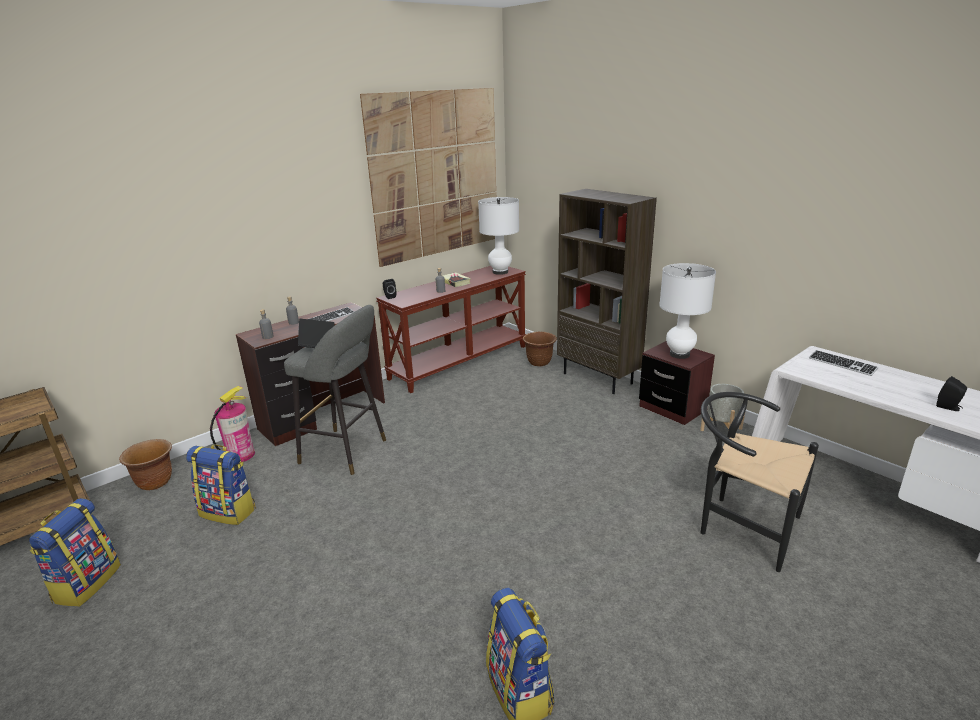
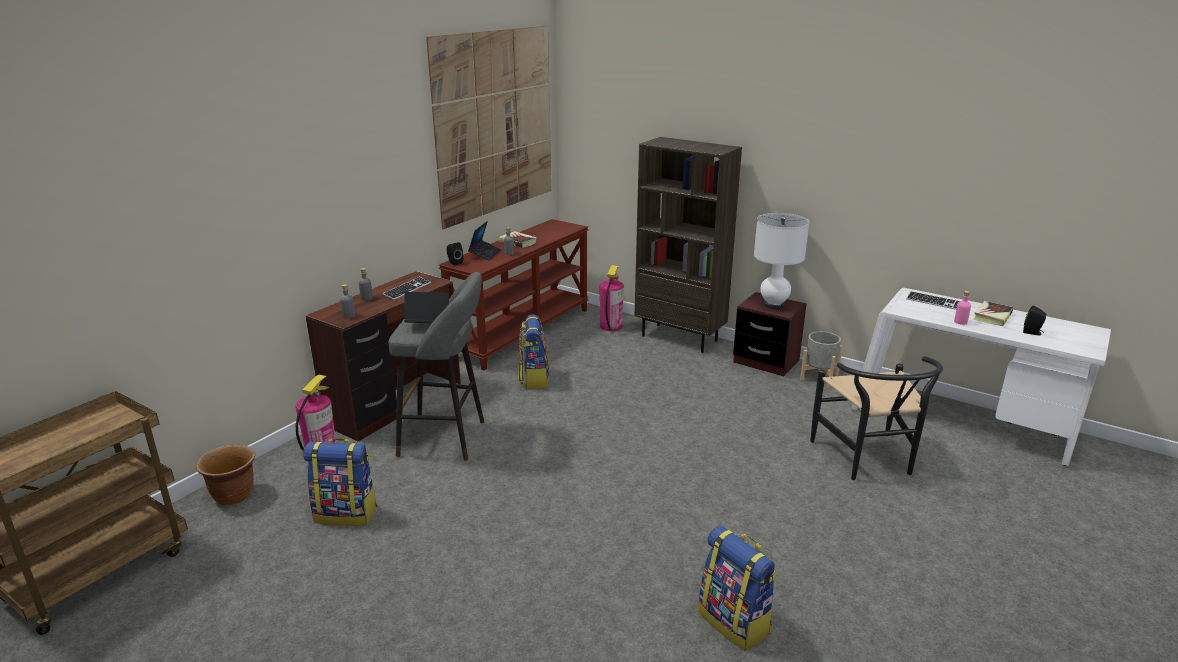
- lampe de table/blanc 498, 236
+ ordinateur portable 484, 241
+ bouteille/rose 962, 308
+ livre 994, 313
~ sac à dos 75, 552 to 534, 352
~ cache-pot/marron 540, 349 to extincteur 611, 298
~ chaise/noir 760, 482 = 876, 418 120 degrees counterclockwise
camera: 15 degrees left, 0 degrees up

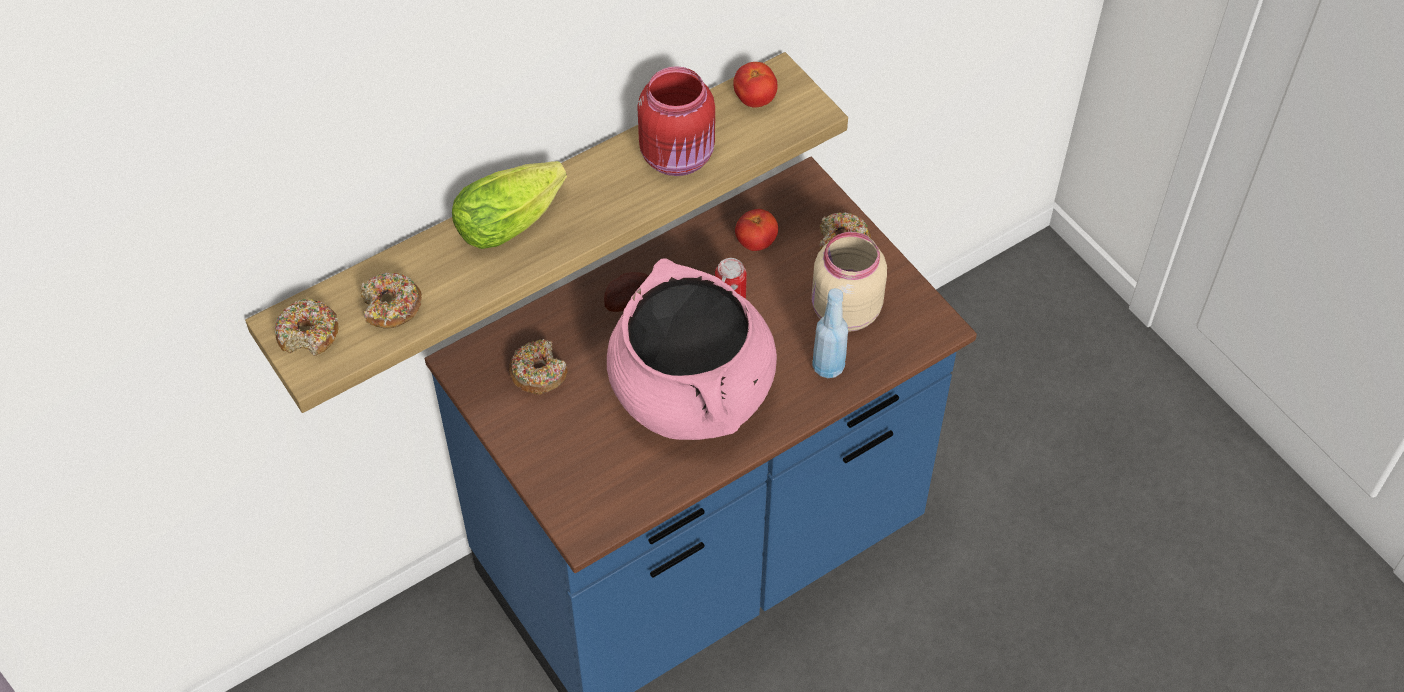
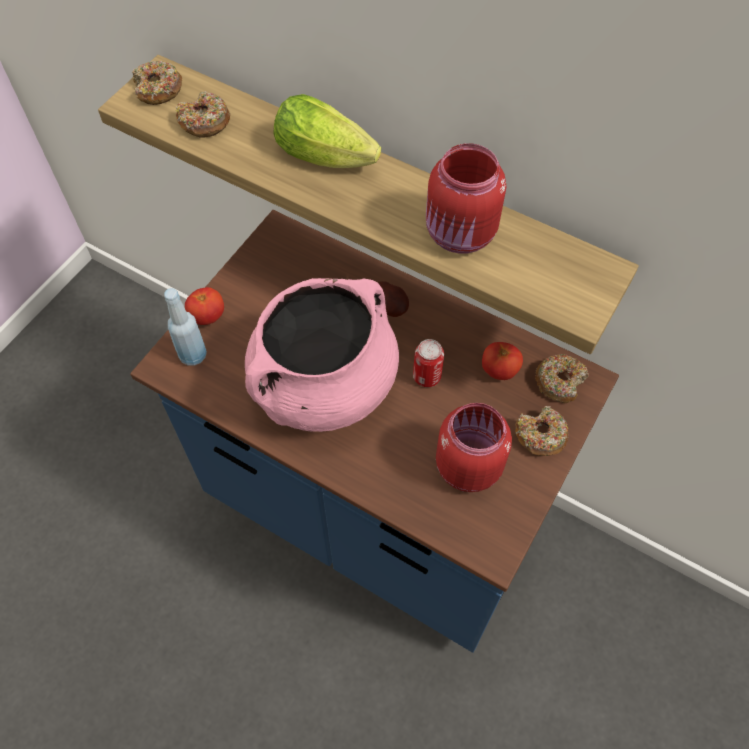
~ beignet 538, 367 to 562, 378
~ tomate 755, 85 to 204, 306
~ bouteille/bleu 830, 333 to 185, 327
~ bocal/beige 849, 282 to bocal/rouge 474, 447
camera: 65 degrees right, 5 degrees up

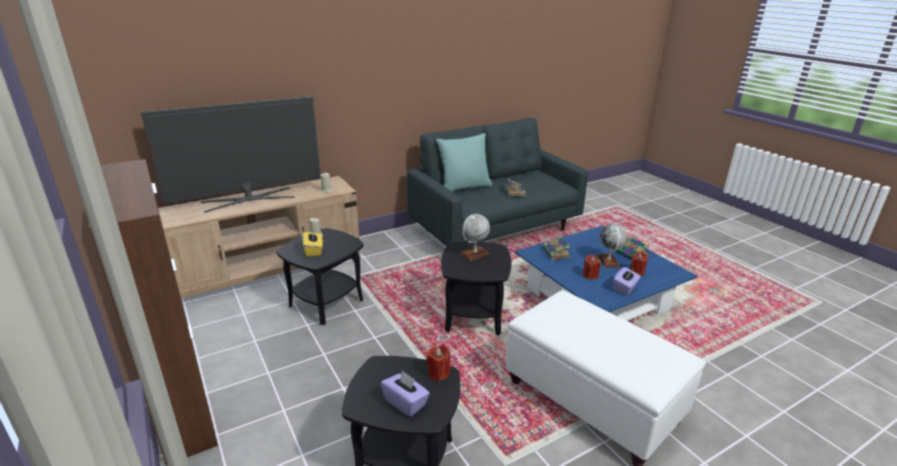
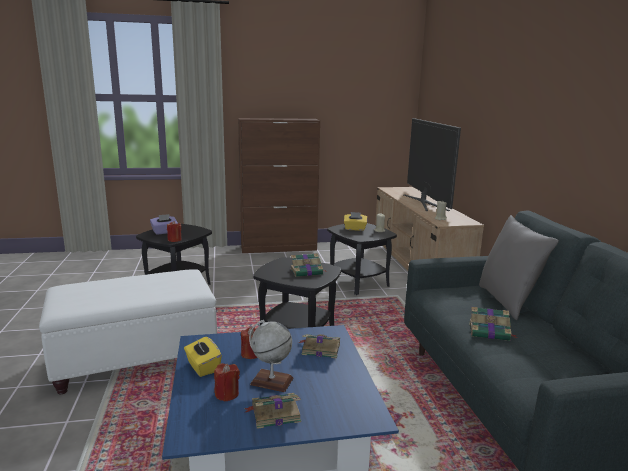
~ globe 475, 238 to livre 308, 265
~ coussin/turquoise 464, 162 to coussin/gris 519, 267
~ boîte à mouchoirs/violet 627, 281 to boîte à mouchoirs/jaune 203, 357
camera: 110 degrees right, 10 degrees down

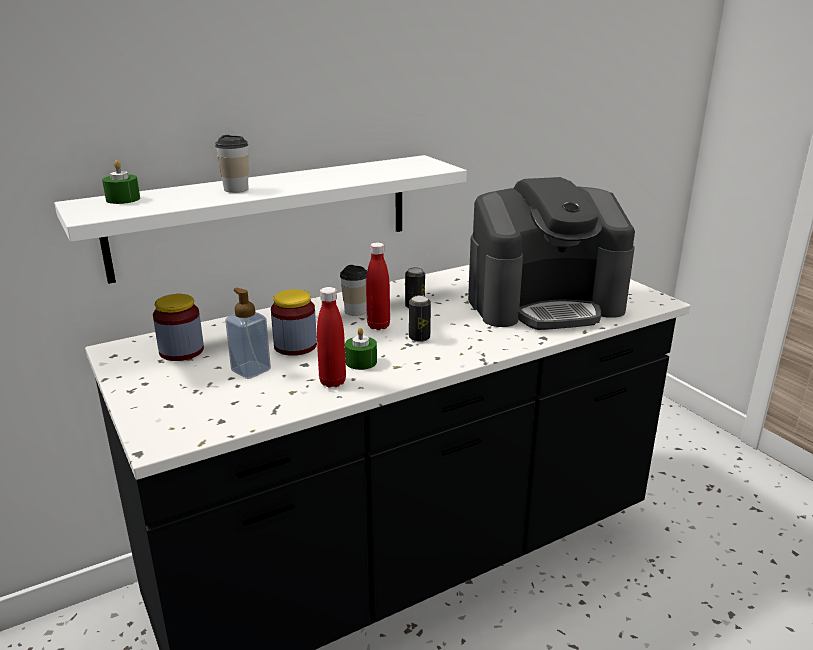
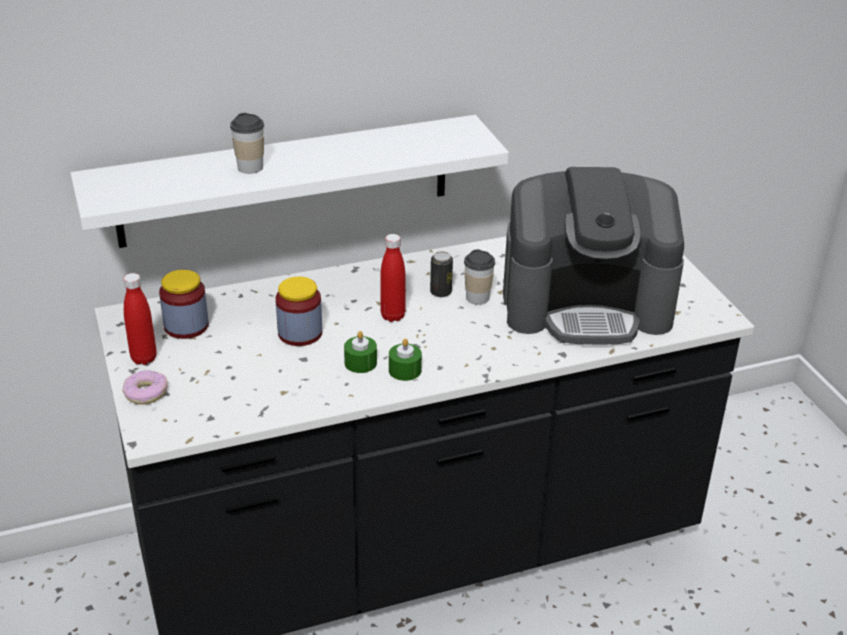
- distributeur de savon 248, 333
- boîte métallique 420, 318
+ beignet 145, 387
~ bougie/vert 121, 182 to 405, 359
~ bouteille/rouge 331, 337 to 140, 319
~ tasse 353, 290 to 479, 277
camera: 10 degrees right, 10 degrees up

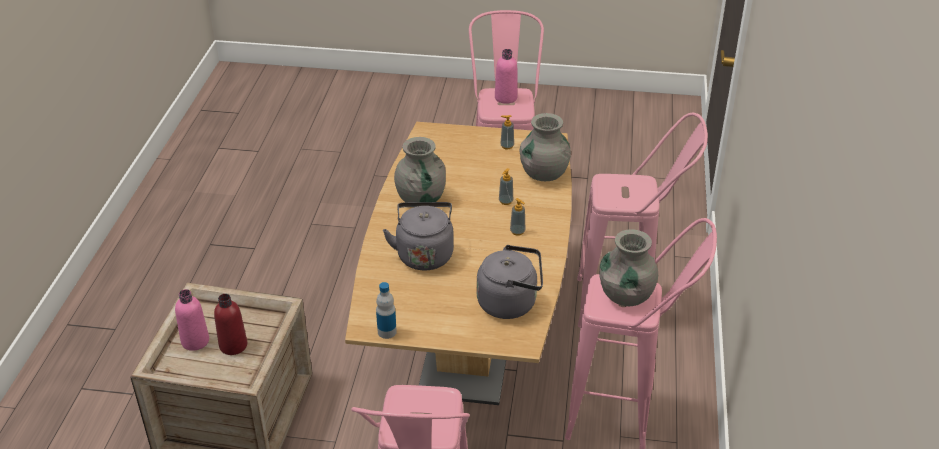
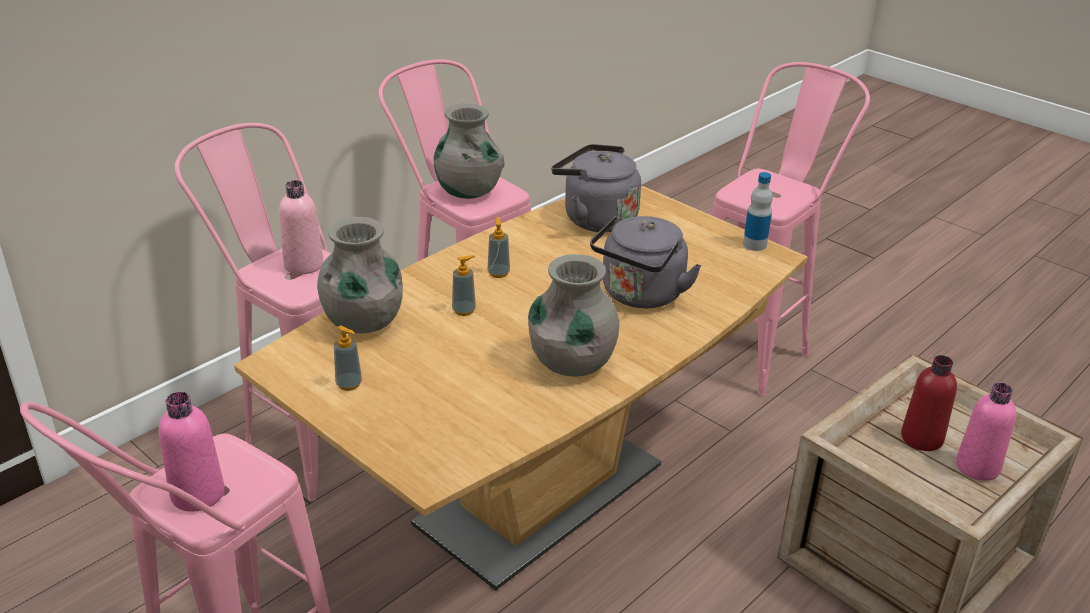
+ bouteille/rose 301, 227
camera: 145 degrees left, 5 degrees down

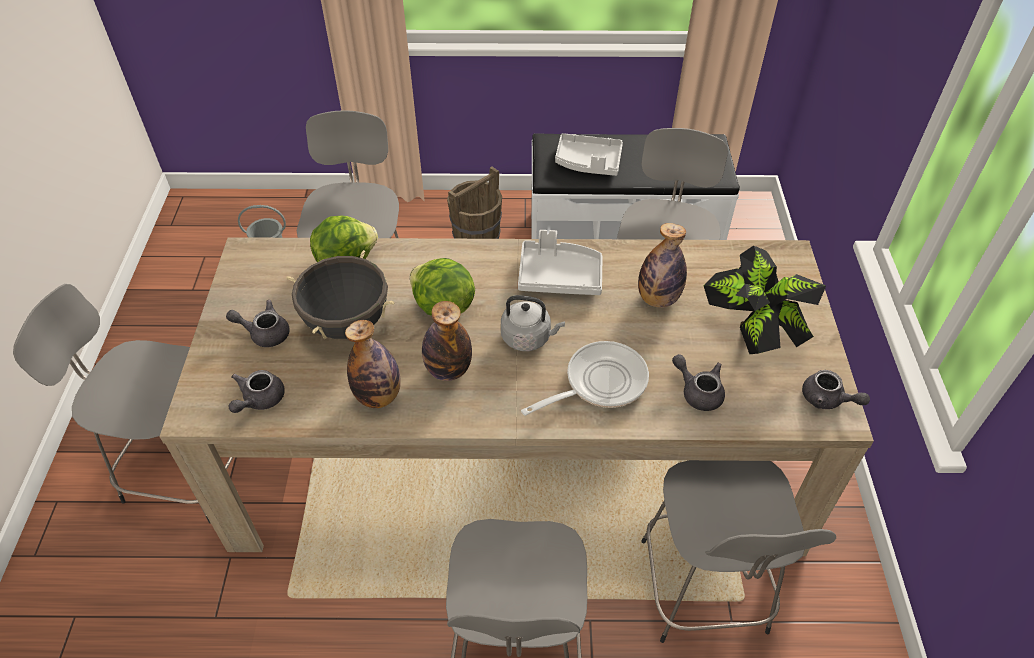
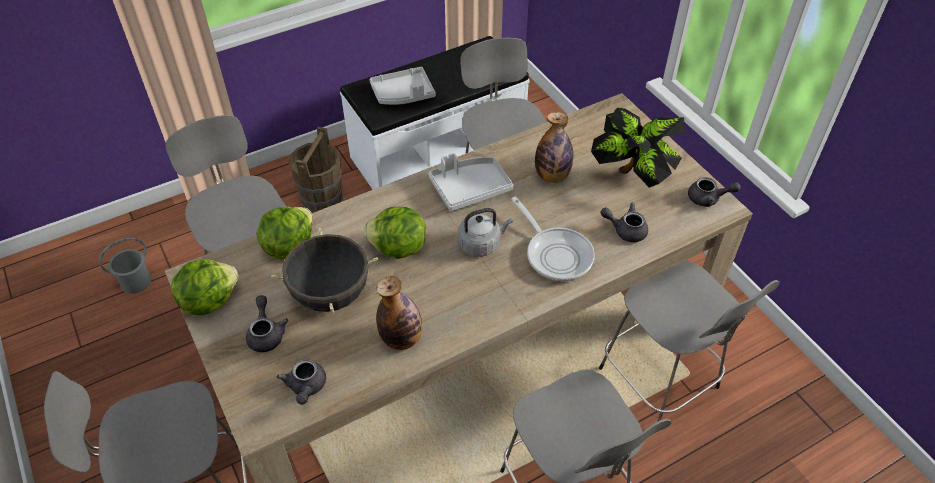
- bouteille 447, 341
+ laitue 205, 287
~ théière/gris 258, 323 = 267, 323 105 degrees clockwise
~ poêle 585, 378 = 553, 239 120 degrees clockwise
camera: 30 degrees left, 0 degrees up

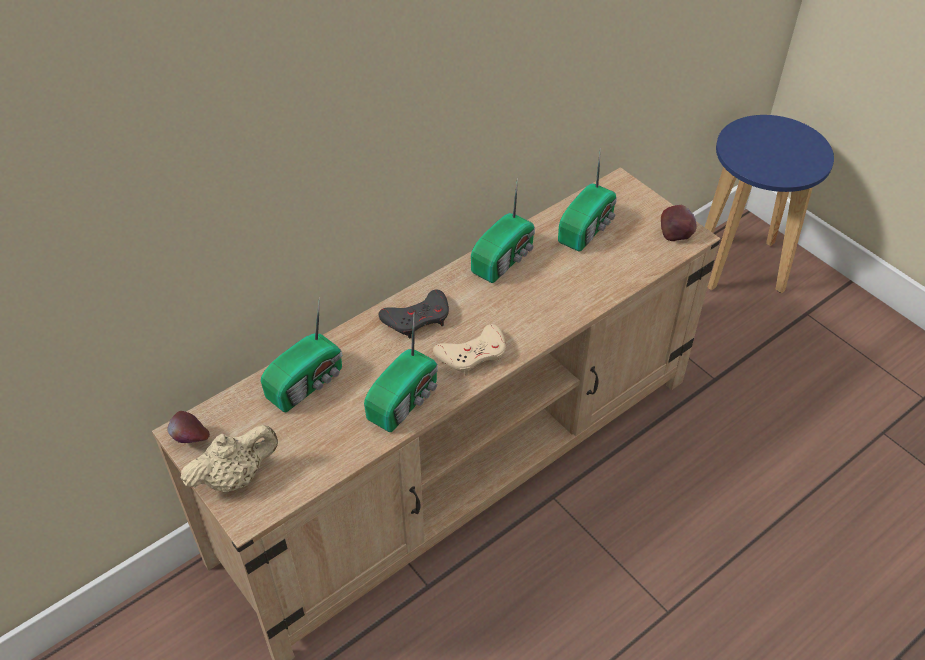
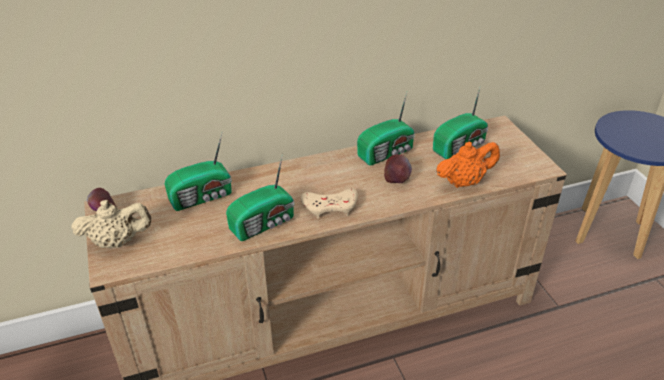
- manette/gris 414, 314
+ théière/orange 468, 165
~ pomme 679, 223 to 398, 168
camera: 20 degrees right, 10 degrees down

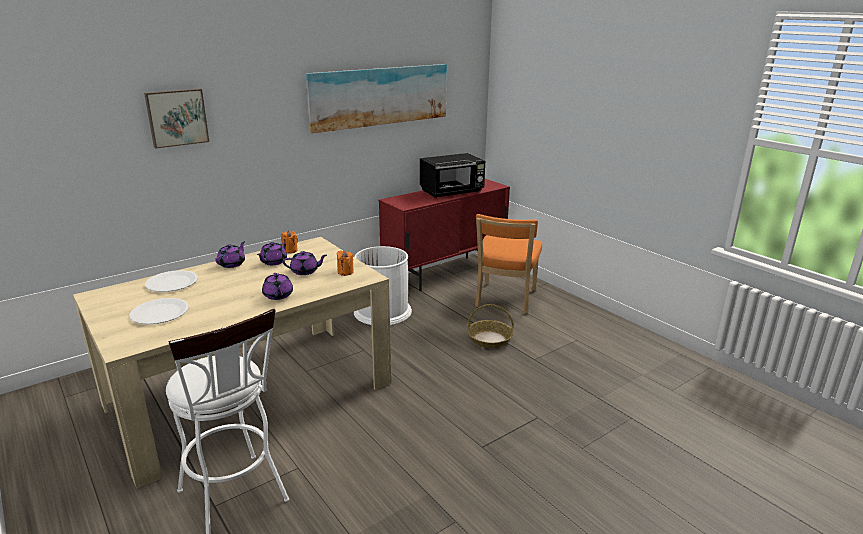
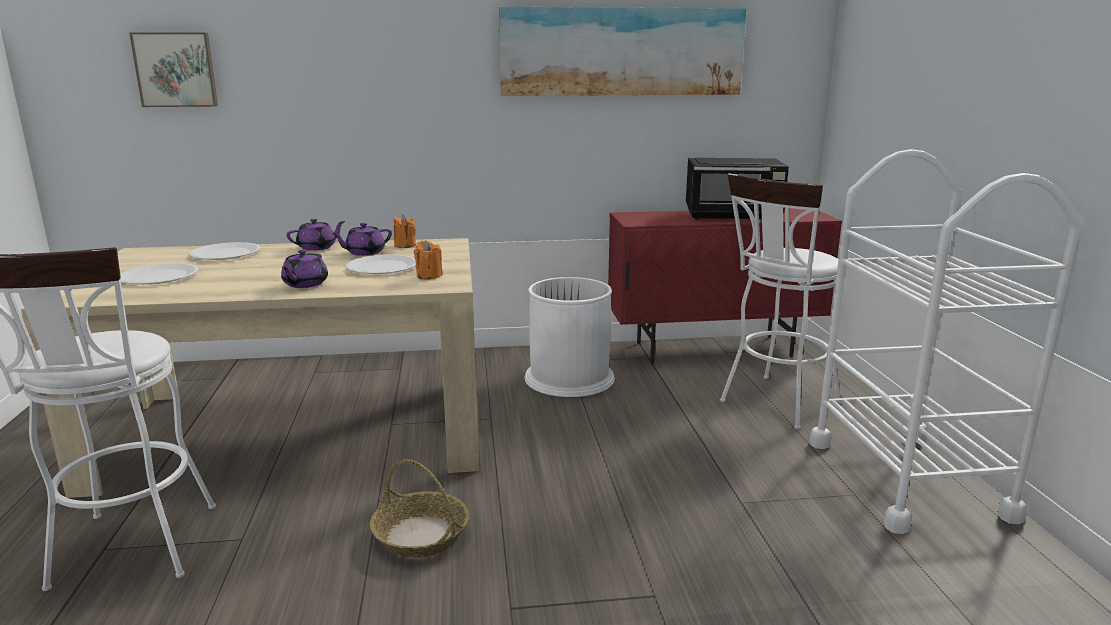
+ chariot/blanc 946, 341
~ tableau 176, 118 to 173, 69
~ panier 490, 326 to 419, 508
~ théière/violet 304, 263 to assiette/blanc 381, 264
~ chaise/orange 508, 264 to tabouret/blanc 780, 301
camera: 30 degrees right, 5 degrees down

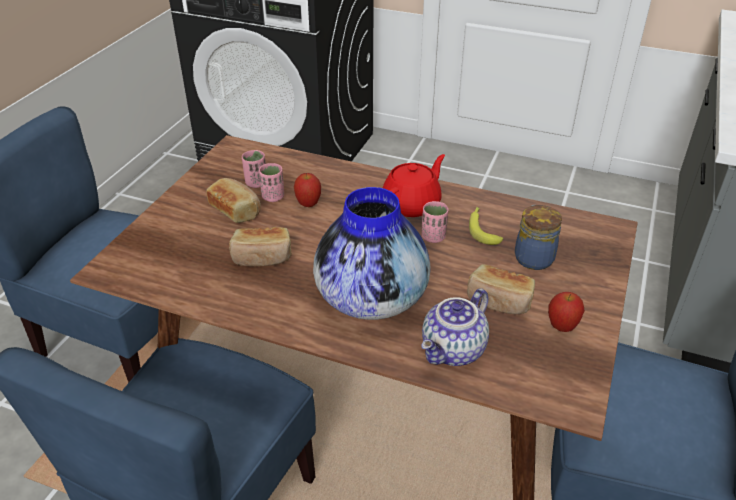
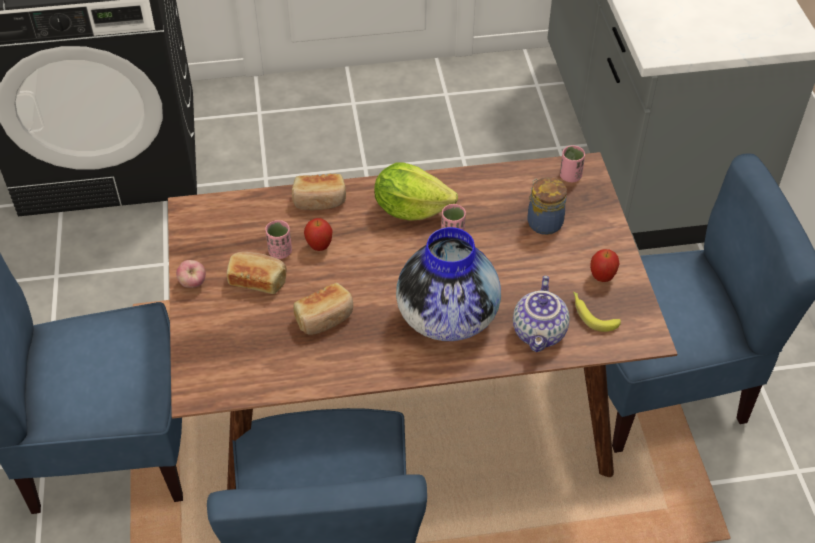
+ pomme 191, 274
~ tasse/rose 254, 169 to 572, 163
~ pain 501, 289 to 319, 192
~ banane 486, 226 to 597, 312
~ théière/rouge 414, 185 to laitue 416, 192
camera: 30 degrees left, 10 degrees up

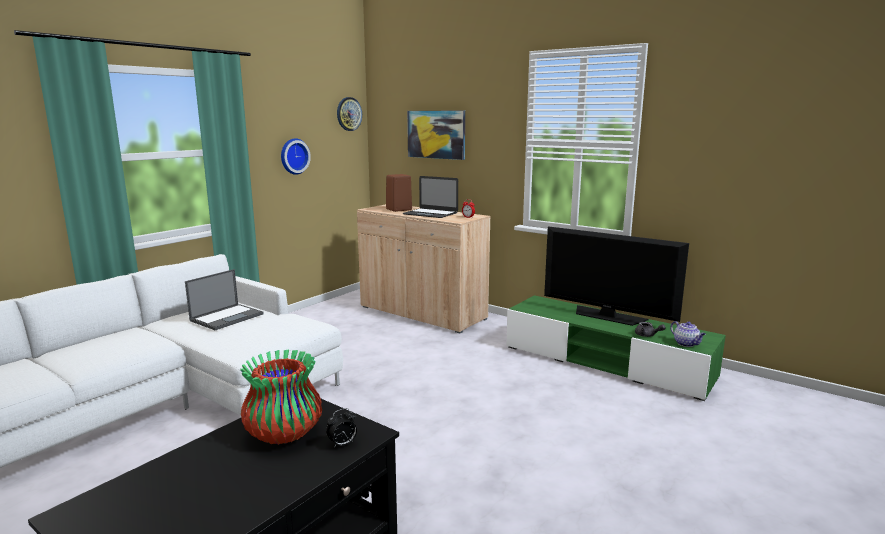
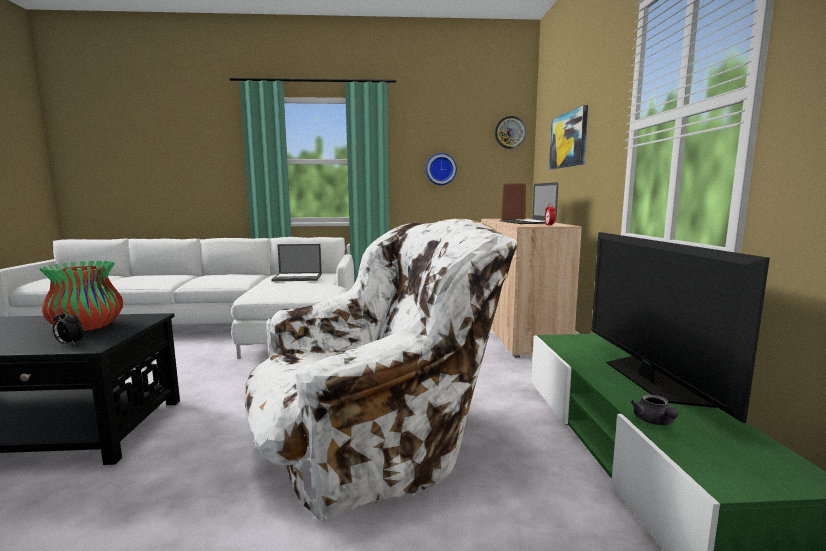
- théière 688, 334
+ fauteuil/blanc 381, 369
camera: 50 degrees right, 5 degrees down

